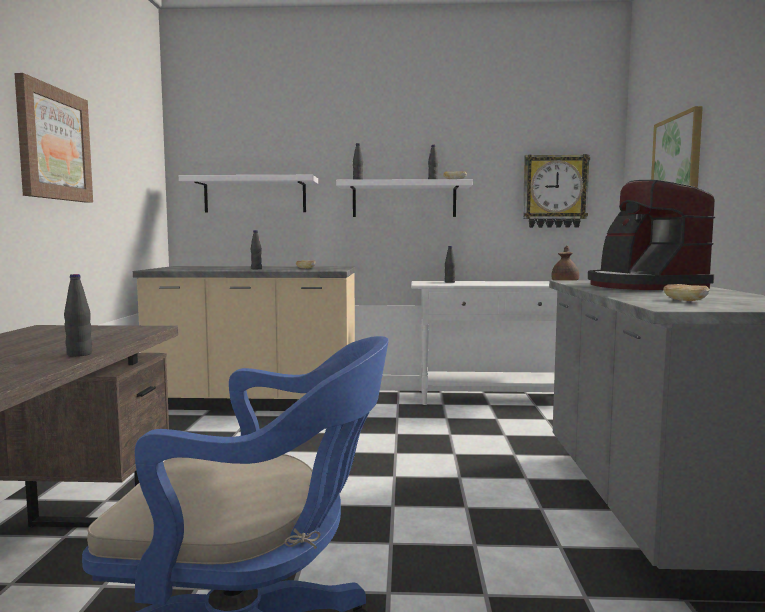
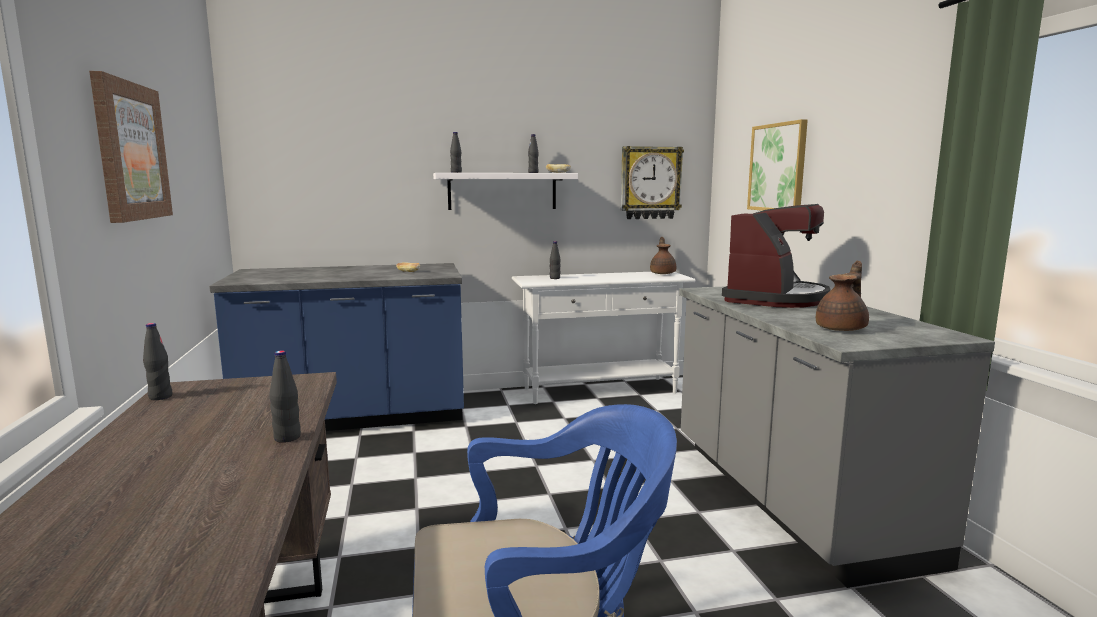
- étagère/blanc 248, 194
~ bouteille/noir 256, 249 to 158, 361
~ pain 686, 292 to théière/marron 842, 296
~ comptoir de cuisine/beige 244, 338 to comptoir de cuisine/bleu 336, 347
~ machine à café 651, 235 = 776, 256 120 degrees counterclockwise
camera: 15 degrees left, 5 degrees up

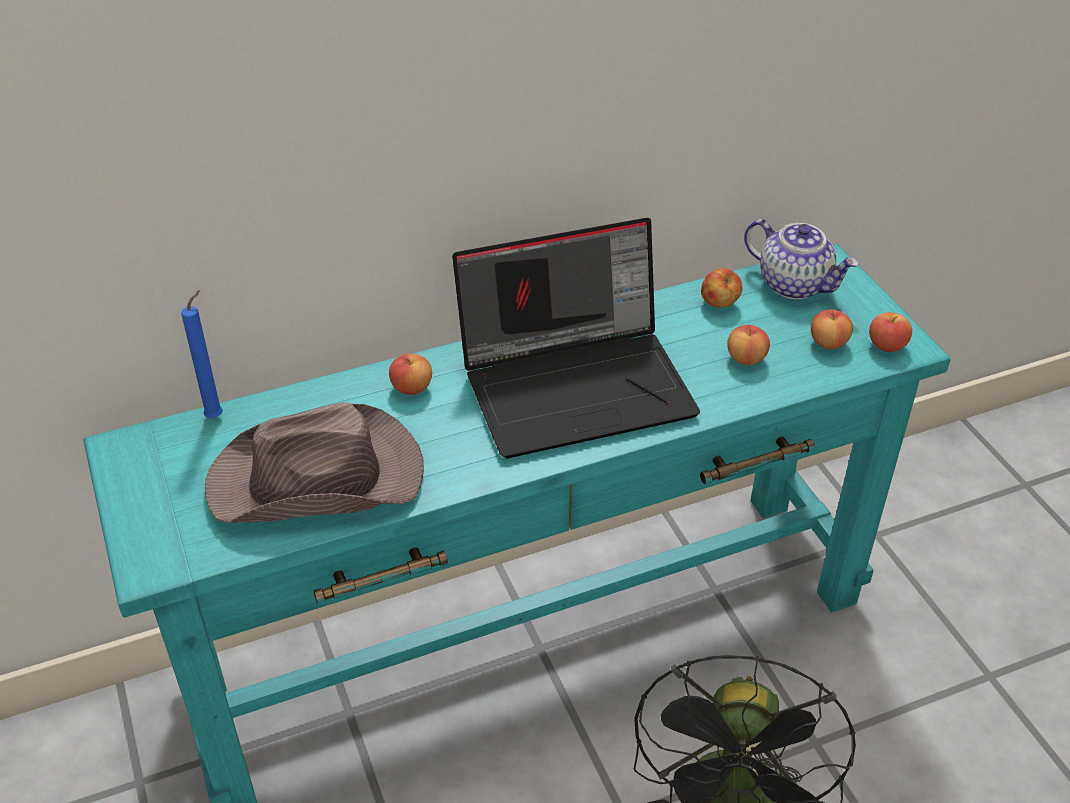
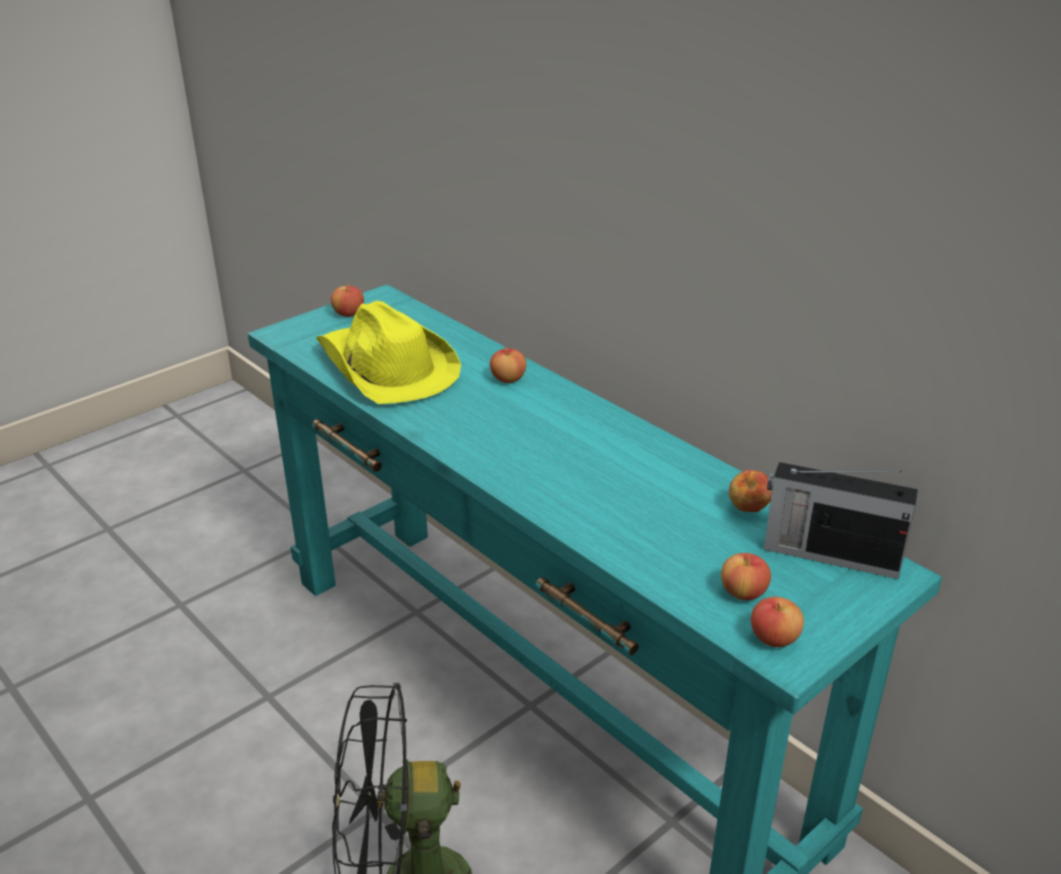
- bougie/bleu 202, 354
- ordinateur portable 576, 338
~ pomme 748, 345 to 347, 300
~ théière 801, 259 to radio 841, 520
~ chapeau/marron 314, 462 to chapeau/jaune 388, 352
camera: 70 degrees right, 10 degrees down

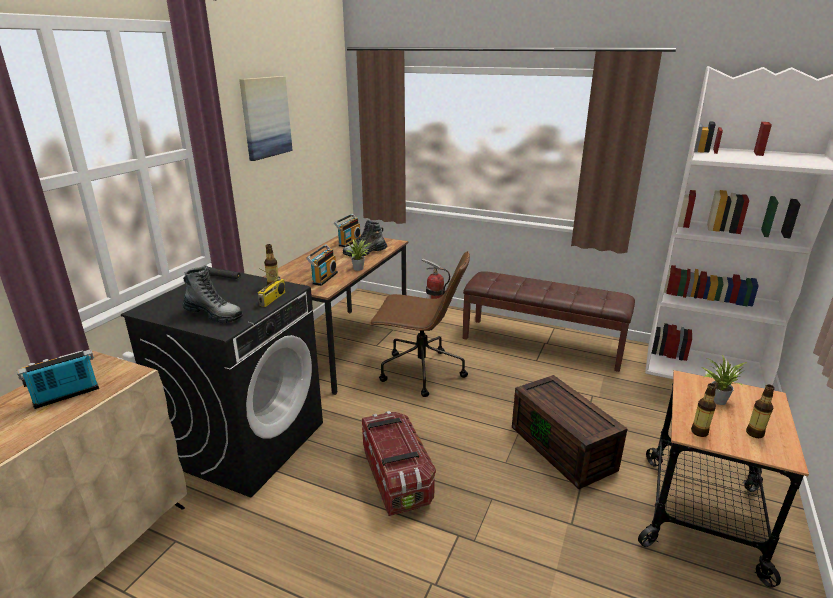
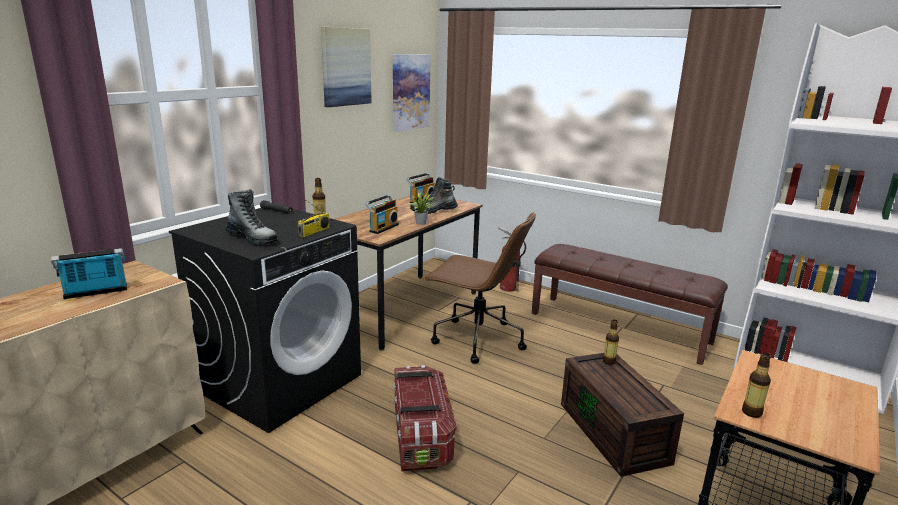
- plante en pot 724, 380
+ tableau 412, 93
~ bouteille 760, 411 to 611, 342
camera: 10 degrees right, 5 degrees down

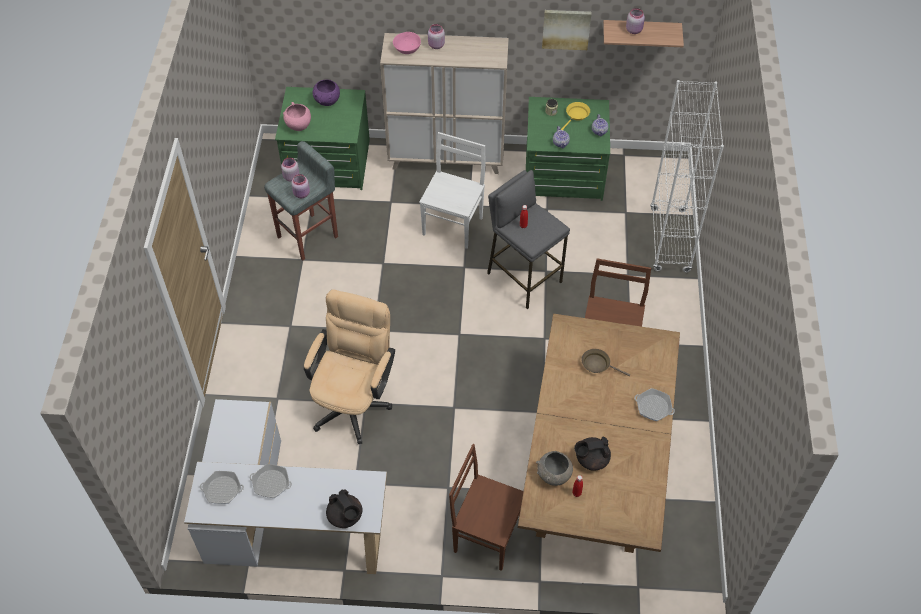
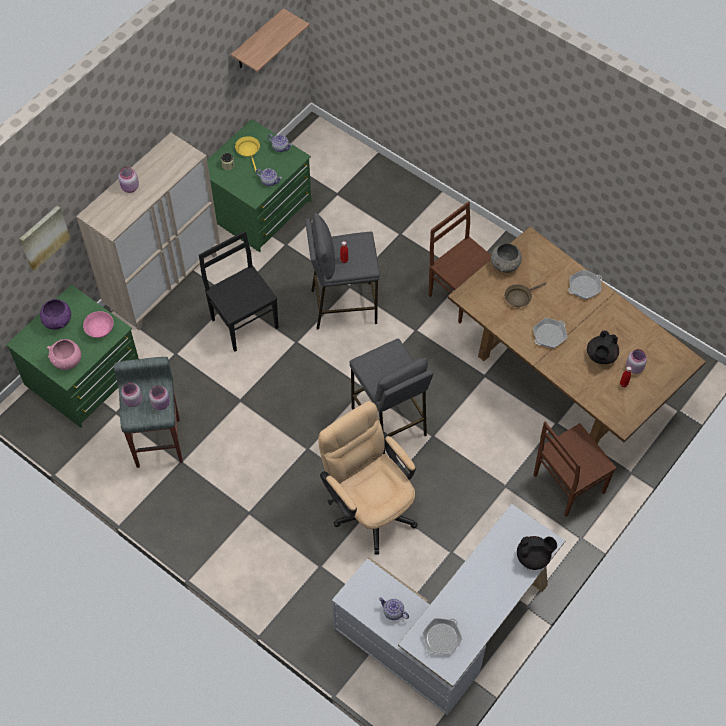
- bibliothèque/blanc 687, 176
+ tabouret/gris 391, 396
+ théière 394, 608
~ poêle 270, 481 to 550, 333
~ bol/rose 407, 43 to 98, 324
~ bol/gris 554, 468 to 506, 258
~ tableau 566, 30 to 45, 238
~ bocal/rose 635, 21 to 636, 361
~ chaise/blanc 452, 190 to chaise/noir 238, 291
camera: 55 degrees left, 5 degrees up

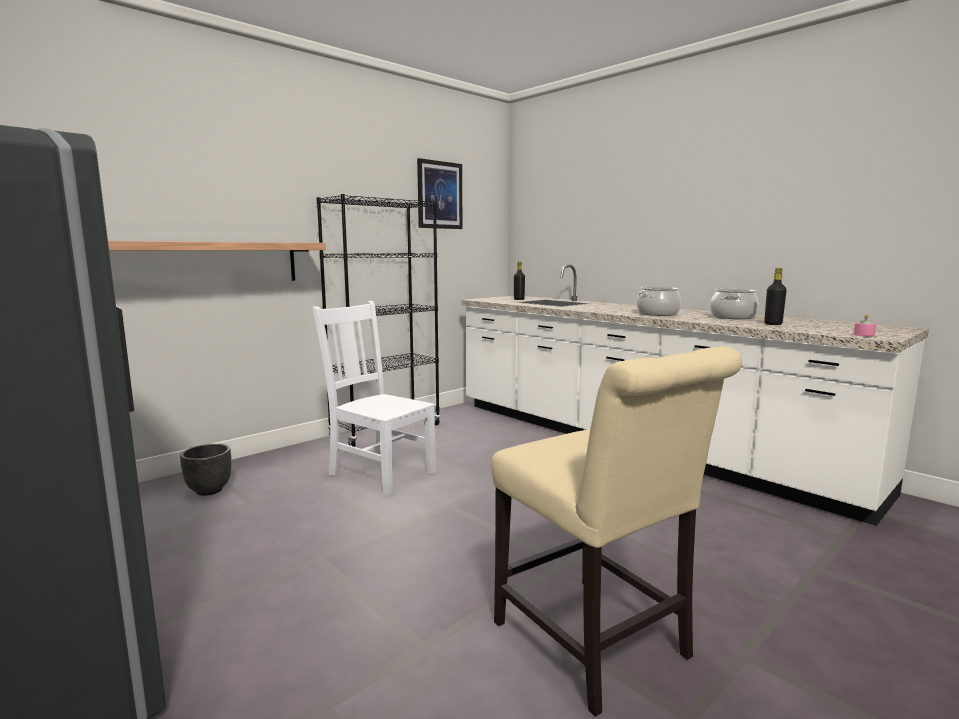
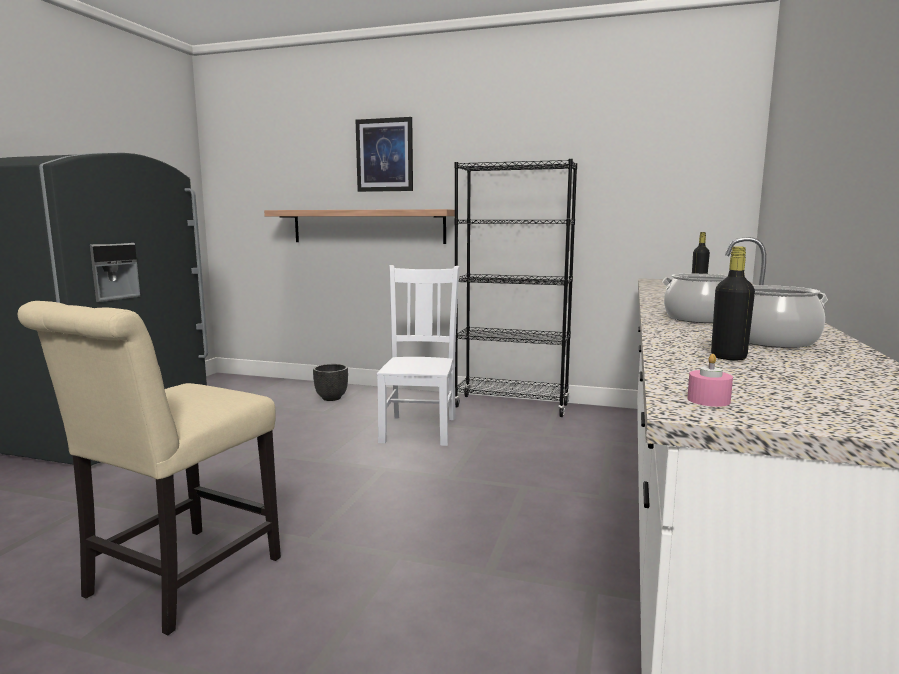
~ tableau 439, 193 to 384, 154
camera: 60 degrees right, 0 degrees up

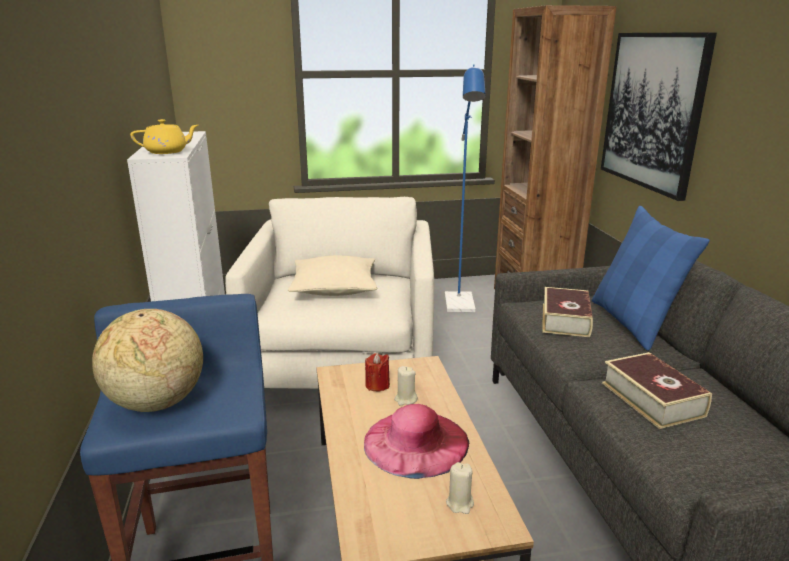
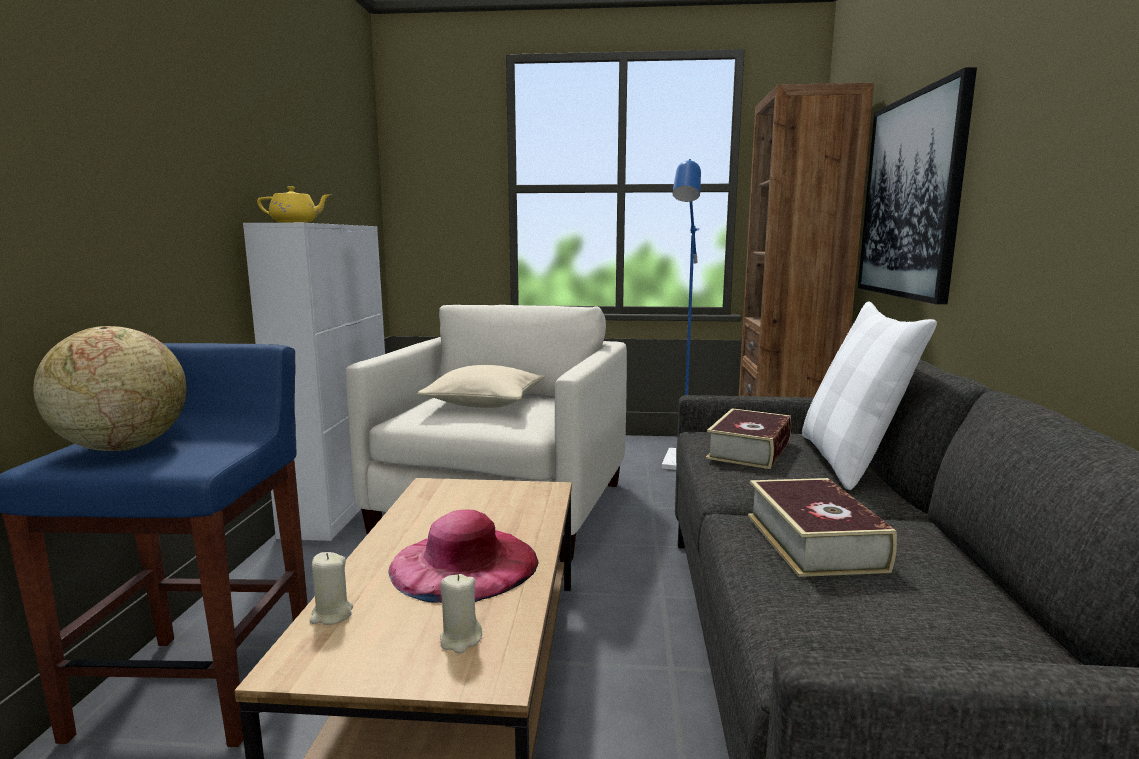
- bougie/rouge 377, 372
~ bougie/beige 406, 385 to 331, 588
~ coussin/bleu 651, 278 to coussin/blanc 869, 396
camera: 15 degrees right, 10 degrees down

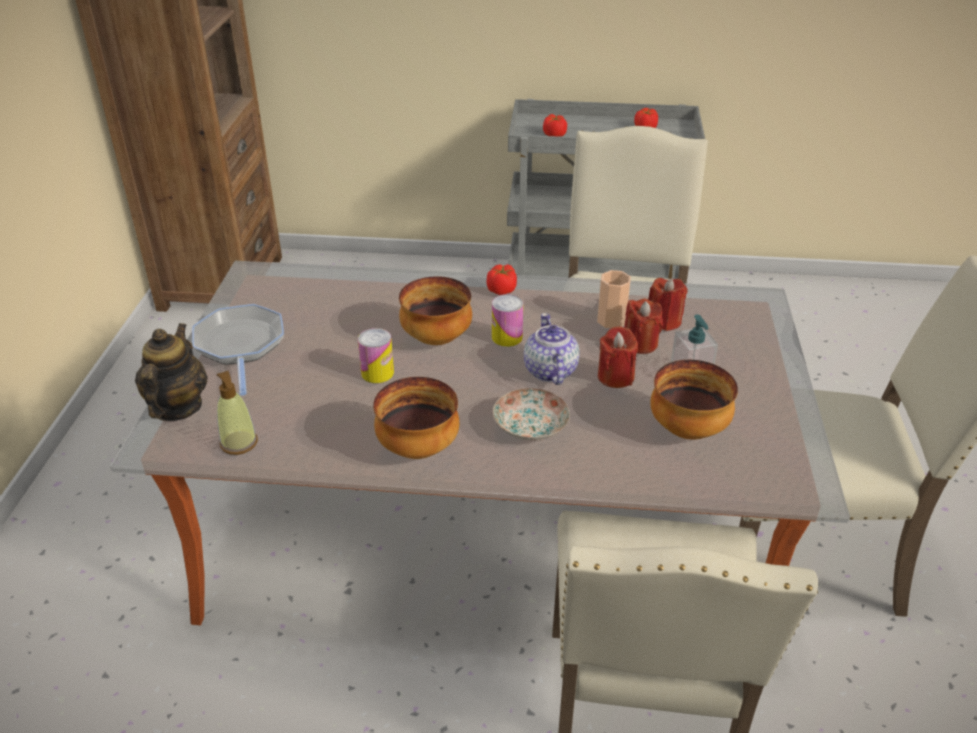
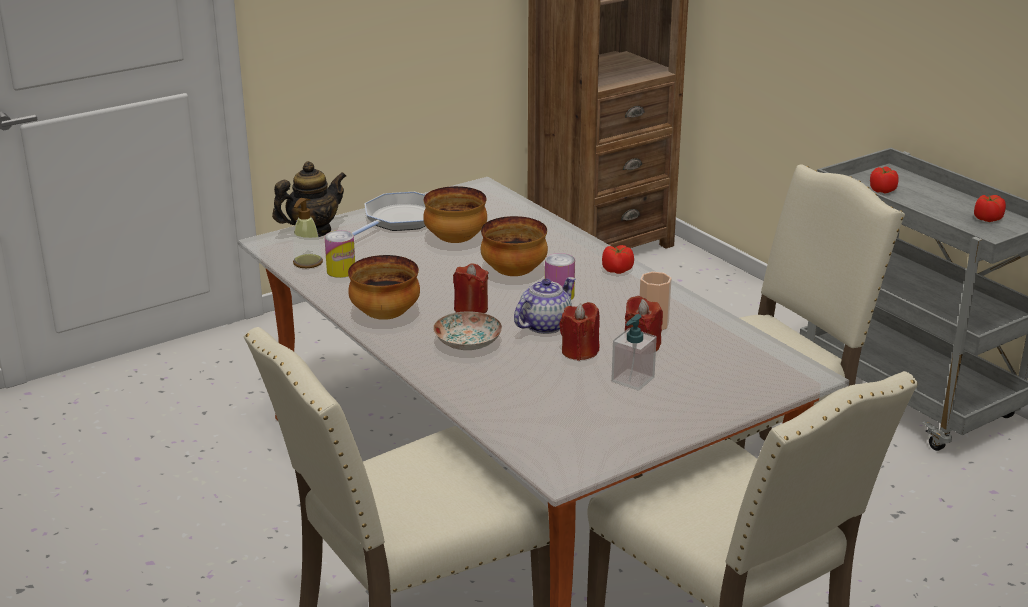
~ boîte métallique 376, 355 to 339, 254
~ bougie/rouge 668, 304 to 470, 288
~ bol 694, 399 to 455, 214
camera: 50 degrees right, 10 degrees down

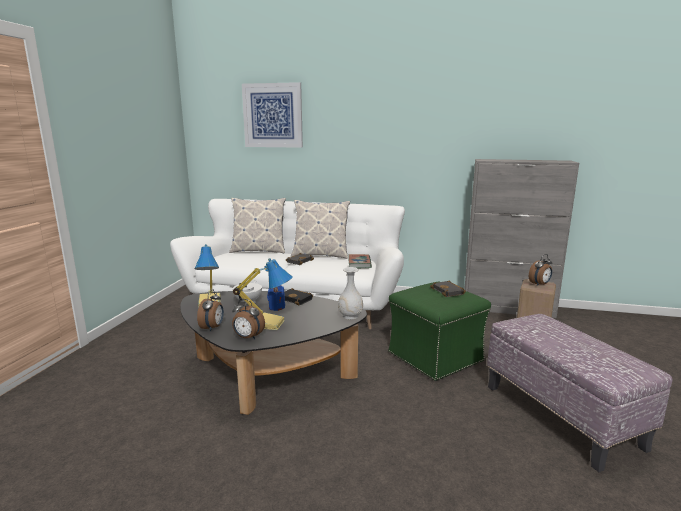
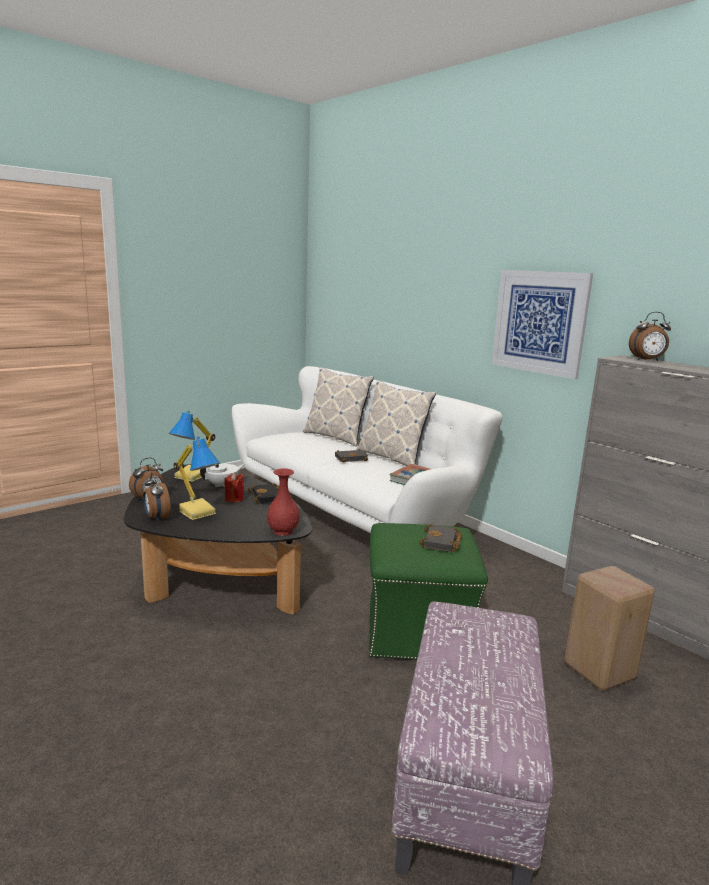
~ tableau 272, 115 to 542, 324
~ réveil 540, 270 to 650, 336
~ bougie/bleu 276, 298 to bougie/rouge 234, 487
~ vase/blanc 350, 293 to vase/rouge 283, 502
camera: 35 degrees right, 0 degrees up

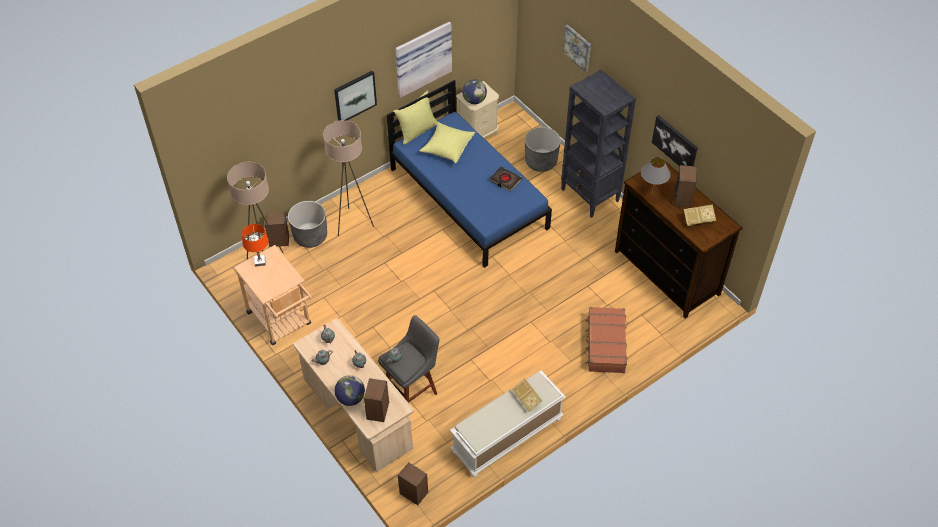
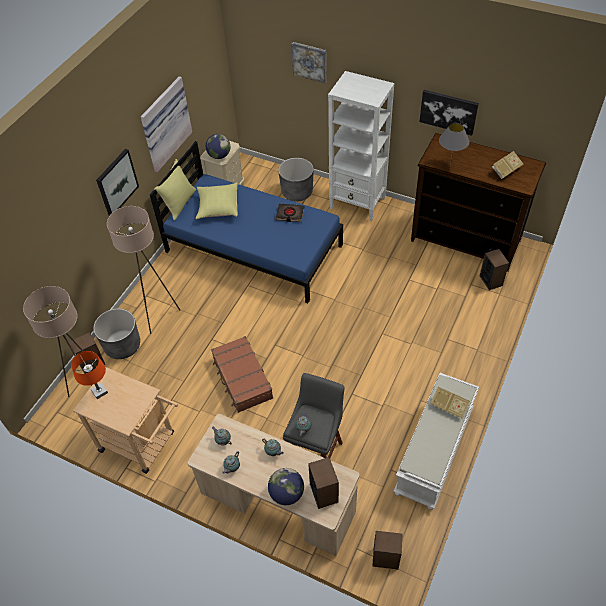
~ valise/marron 606, 340 to 242, 374
~ enceinte 685, 186 to 494, 269
~ bibliothèque/noir 598, 144 to bibliothèque/blanc 361, 146
camera: 25 degrees left, 0 degrees up

